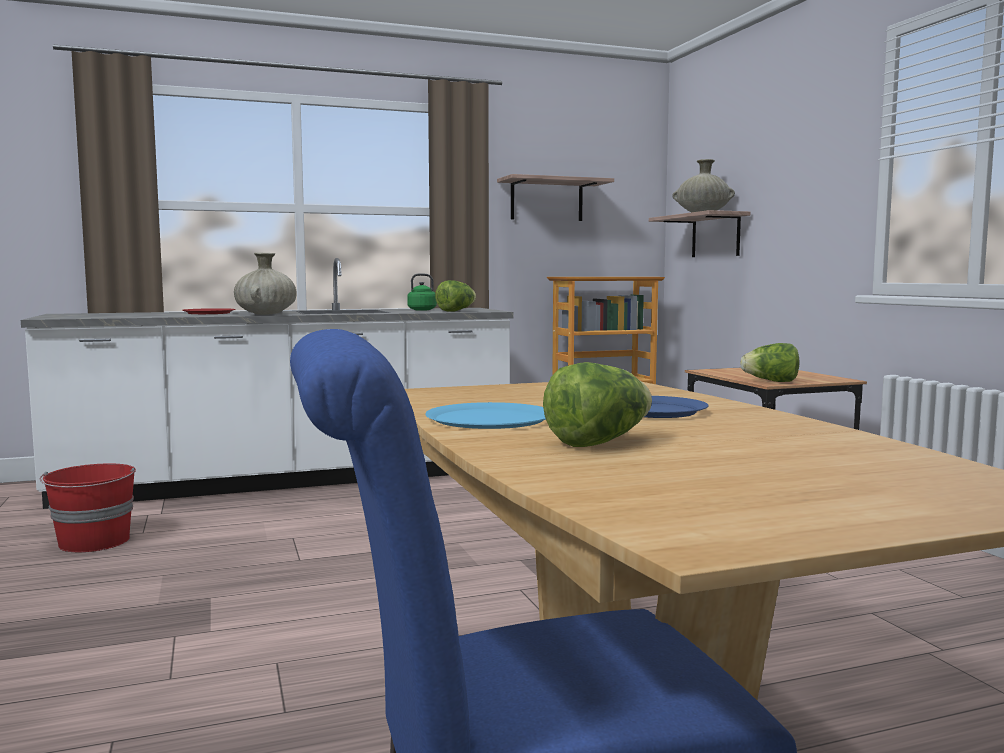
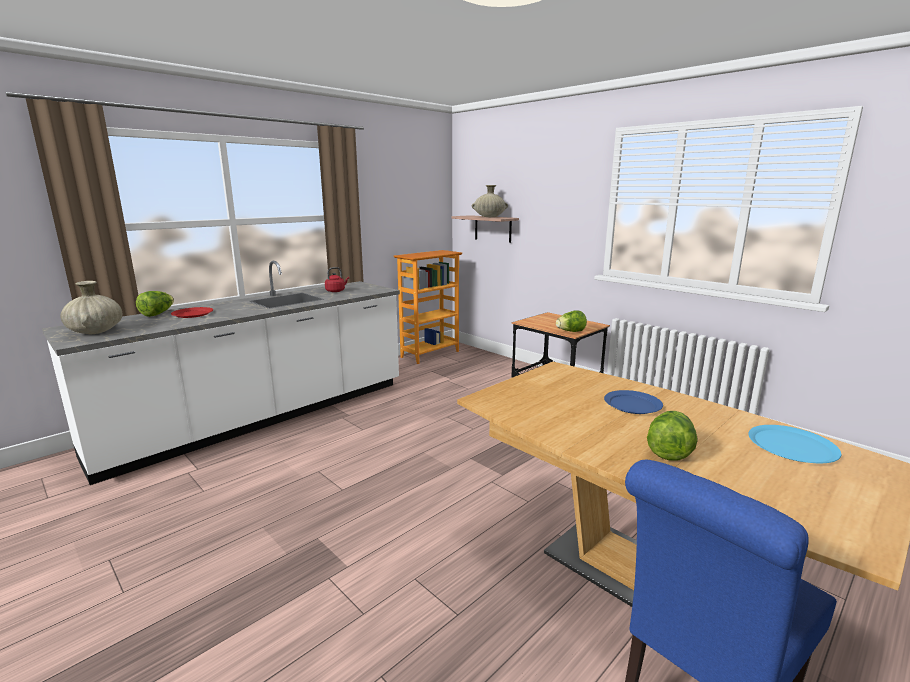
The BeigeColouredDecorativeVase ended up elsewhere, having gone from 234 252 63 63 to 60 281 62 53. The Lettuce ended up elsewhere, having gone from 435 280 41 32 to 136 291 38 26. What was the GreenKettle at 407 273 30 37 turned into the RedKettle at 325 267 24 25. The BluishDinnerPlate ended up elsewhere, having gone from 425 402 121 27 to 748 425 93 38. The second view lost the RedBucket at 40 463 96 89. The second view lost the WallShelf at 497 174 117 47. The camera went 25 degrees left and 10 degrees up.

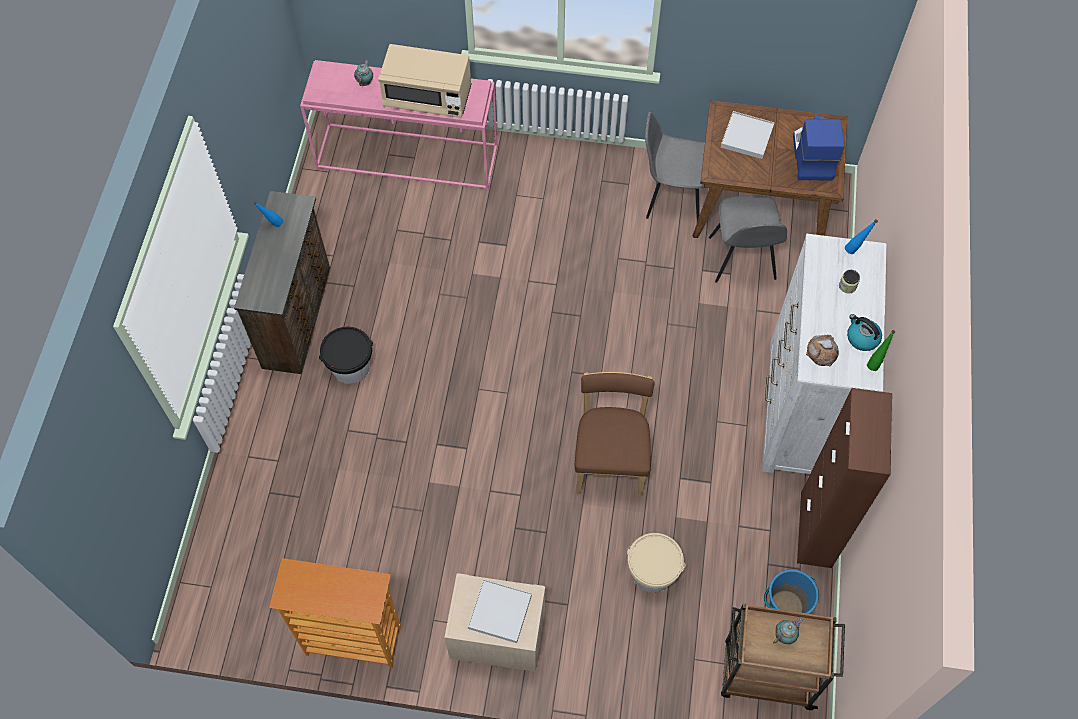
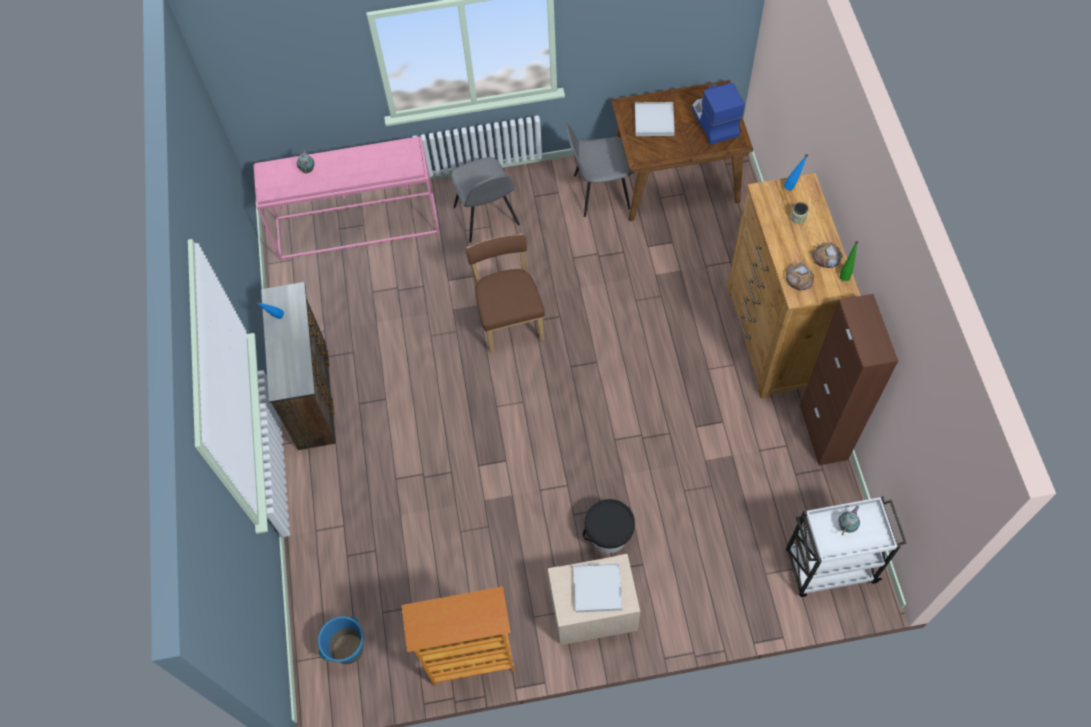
The BluishBucket ended up elsewhere, having gone from 764 569 55 45 to 318 616 46 48. The GrayChair ended up elsewhere, having gone from 709 195 78 88 to 451 157 69 86. The BrownColouredChair ended up elsewhere, having gone from 575 372 80 126 to 466 234 79 120. The BlackColouredBucket ended up elsewhere, having gone from 319 327 54 57 to 583 499 52 54. What was the WhitishChestOfDrawers at 761 234 126 240 turned into the BrownColouredChestOfDrawers at 727 173 134 226. What was the BrownColouredCart at 721 603 124 107 turned into the WhitishCart at 786 496 120 101. Where the Kettle stood at 847 314 35 37, the Bread came to stand at 812 242 31 26. The second view lost the BeigeColouredKitchenMicrowave at 378 44 94 74. The second view lost the BeigeColouredBucket at 627 533 59 60. The camera went 15 degrees left and 0 degrees up.

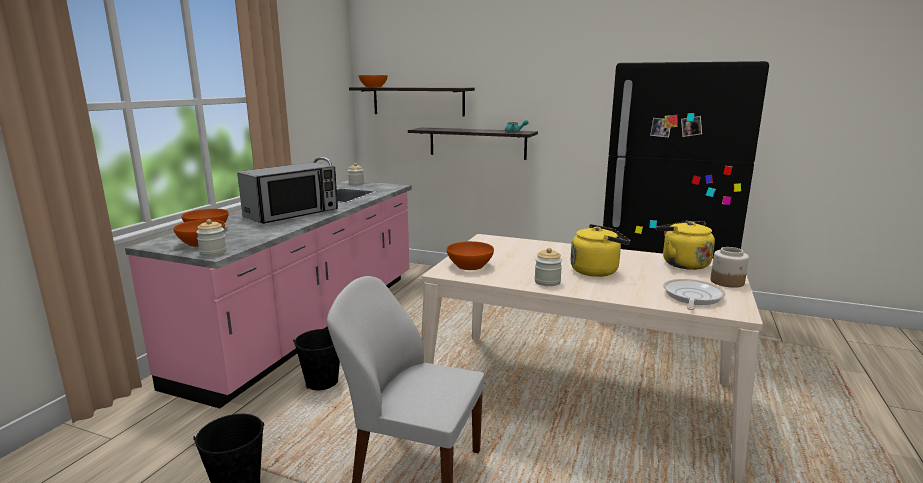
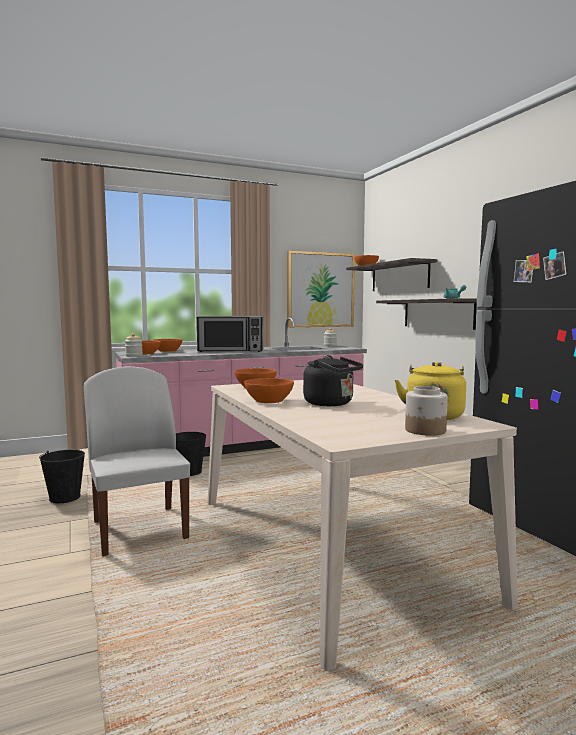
Where the PreserveJar stood at 534 248 28 38, the OrangeServingBowl came to stand at 244 378 50 25. The second view gained the WallArt at 287 251 68 76. What was the YellowKettle at 570 224 60 53 turned into the BlackColouredKettle at 303 355 60 51. The second view lost the Skillet at 663 279 62 31. The camera went 45 degrees right and 10 degrees down.

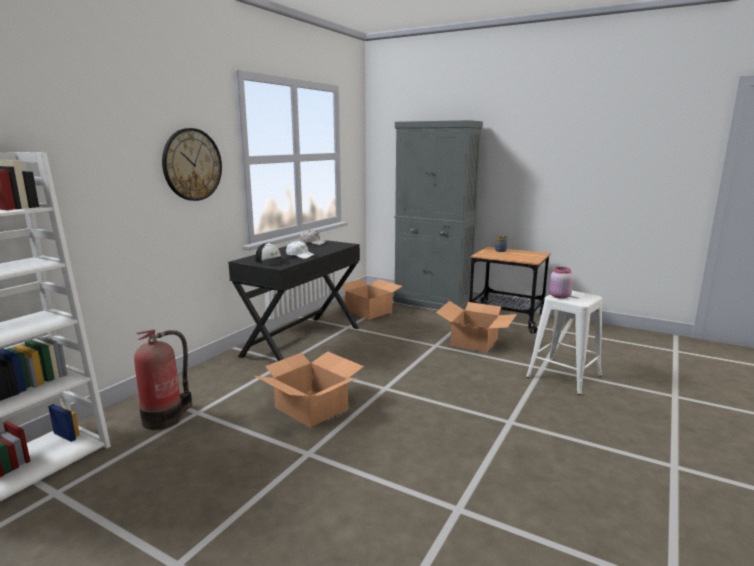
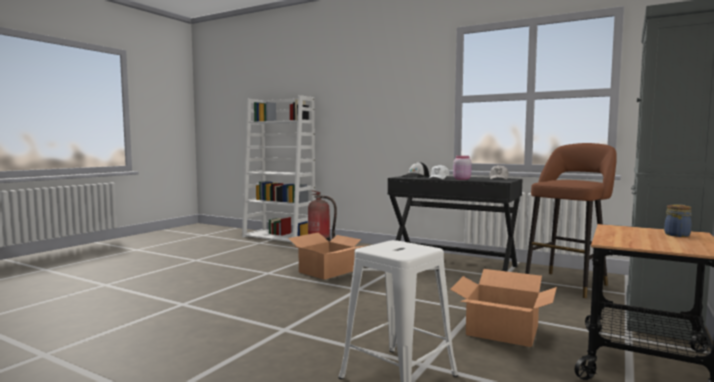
The PinkPreserveJar ended up elsewhere, having gone from 549 267 24 32 to 453 156 19 24. Where the CardboardBox stood at 340 279 63 41, the BrownColouredStool came to stand at 525 143 92 155. The second view lost the ClockOnTheWall at 162 128 60 73. The camera went 90 degrees right and 10 degrees down.

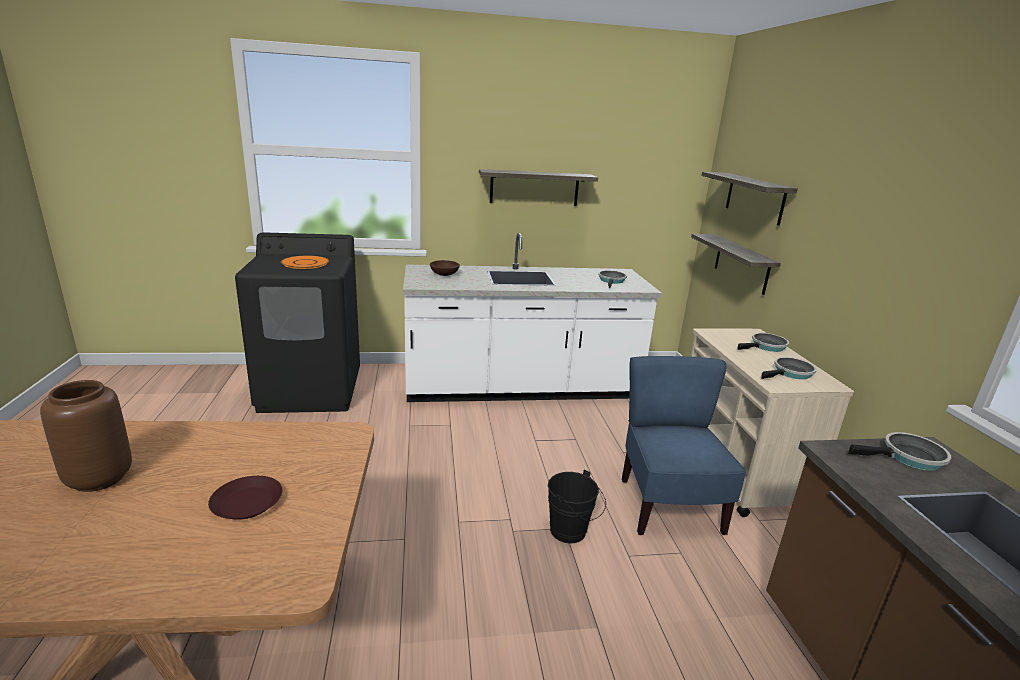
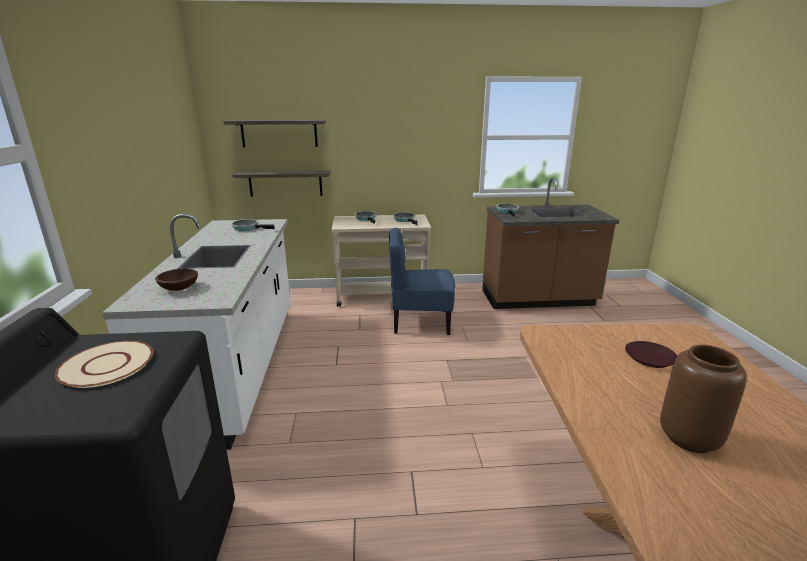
What was the OrangeDinnerPlate at 281 256 48 13 turned into the BeigeColouredDinnerPlate at 55 341 98 47. The second view lost the WallShelf at 479 169 119 37. The second view lost the BlackColouredBucket at 548 469 58 75. The camera went 85 degrees left and 0 degrees up.

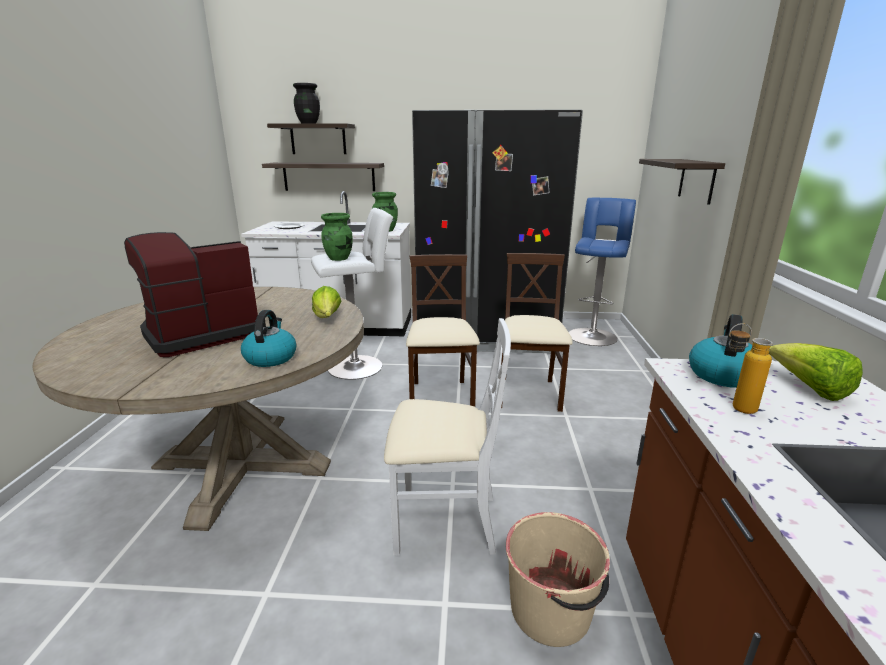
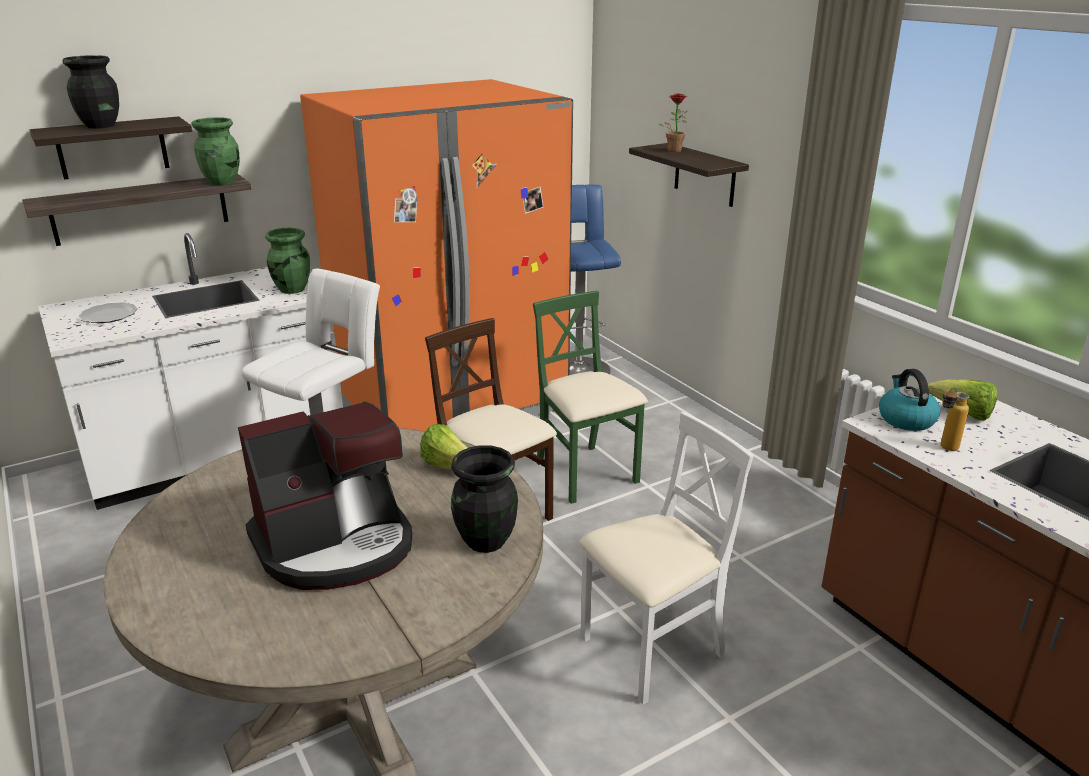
The GreenDecorativeVase ended up elsewhere, having gone from 321 213 32 48 to 191 117 48 68. The CoffeeMachine at 124 232 142 125 ended up facing another way, 135 degrees counterclockwise from before. What was the BlackColouredFridge at 412 109 171 244 turned into the OrangeFridge at 300 79 273 352. Where the Kettle stood at 241 310 55 57, the BlackColouredDecorativeVase came to stand at 451 445 67 108. What was the BeigeColouredChair at 501 253 72 159 turned into the GreenChair at 533 291 115 213. The second view gained the PottedPlant at 658 93 29 59. The second view lost the BeigeColouredBucket at 506 512 104 135. The camera went 35 degrees left and 5 degrees up.

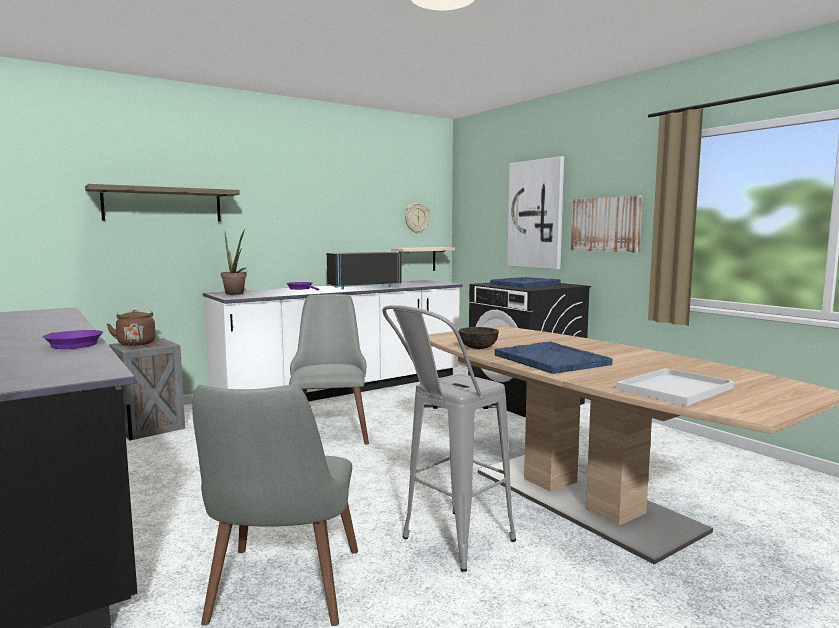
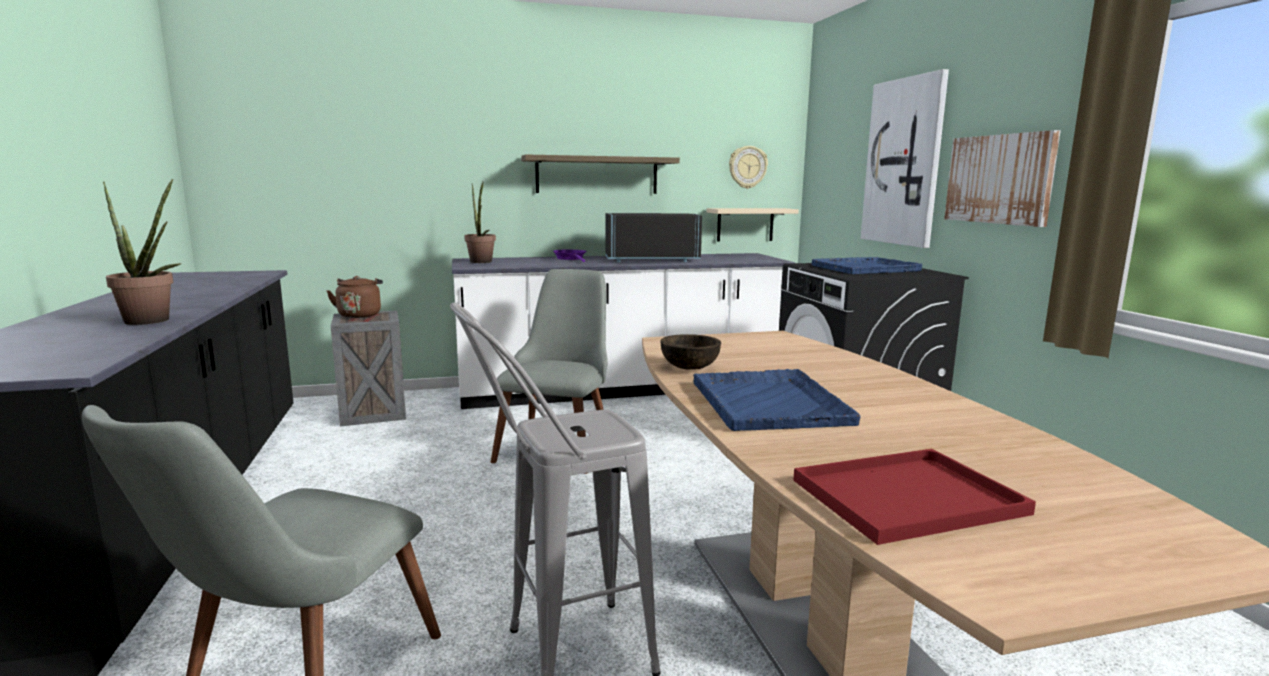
Where the PurpleSkillet stood at 43 330 60 19, the PottedPlant came to stand at 103 179 78 146. The WallShelf ended up elsewhere, having gone from 85 184 155 38 to 521 154 159 40. What was the WhitishServingTray at 616 368 118 38 turned into the RedServingTray at 793 449 243 96. The camera went 20 degrees right and 5 degrees up.

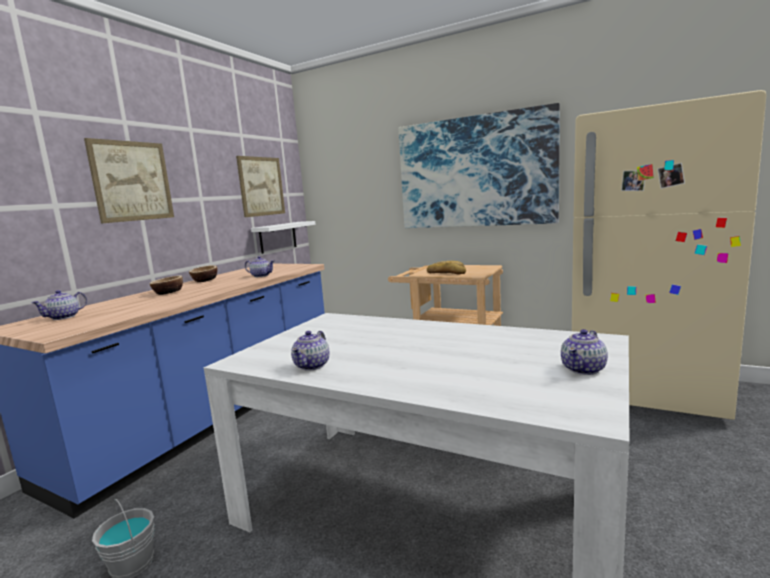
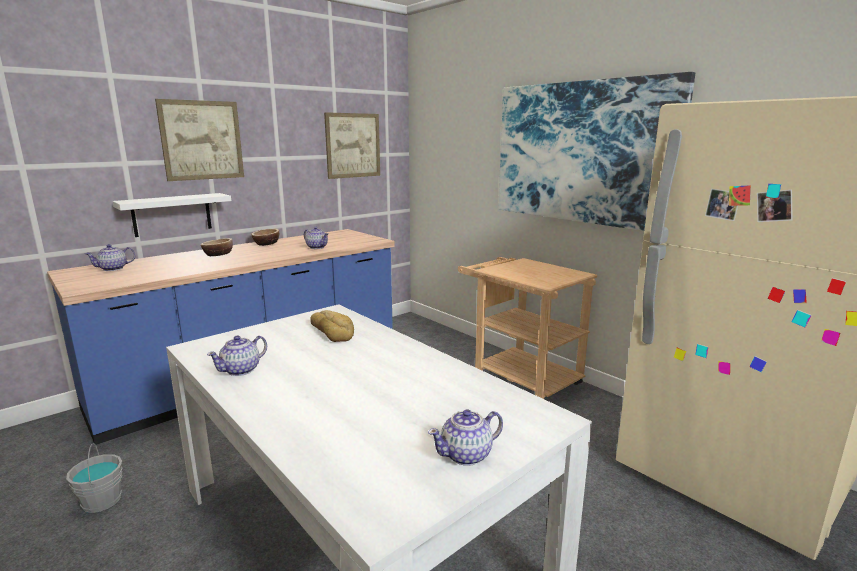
The WhitishWallShelf ended up elsewhere, having gone from 251 221 65 33 to 113 193 118 44. The Bread ended up elsewhere, having gone from 427 261 39 13 to 310 310 44 32. The camera went 20 degrees right and 5 degrees up.

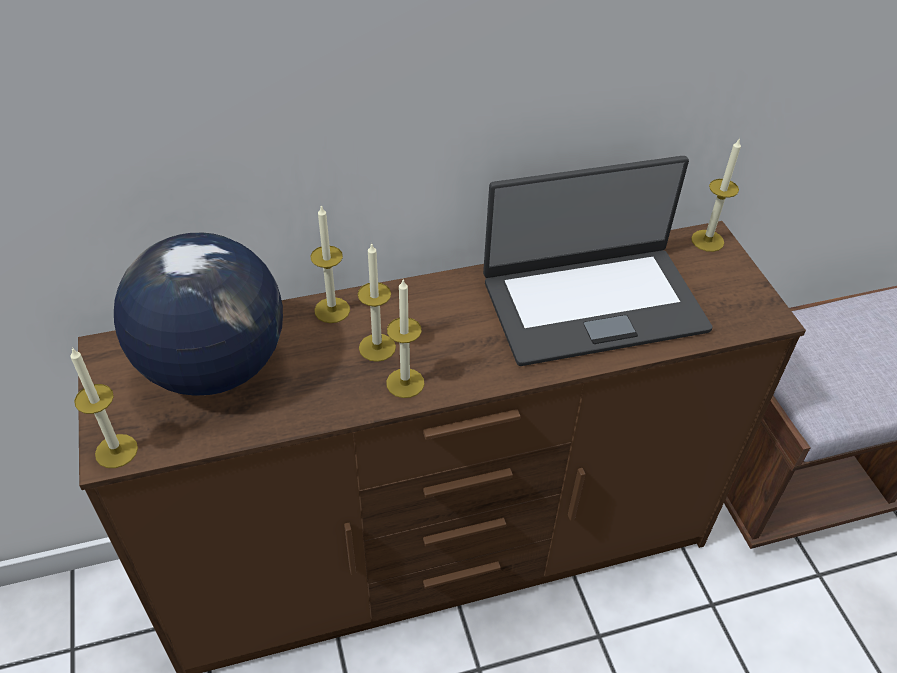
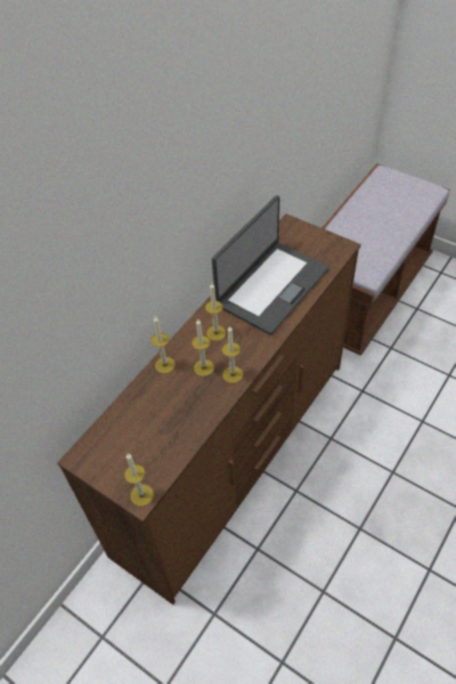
The WaxLight ended up elsewhere, having gone from 691 138 50 114 to 205 283 21 58. The second view lost the DeskGlobe at 114 233 169 163. The camera went 35 degrees left and 5 degrees up.

